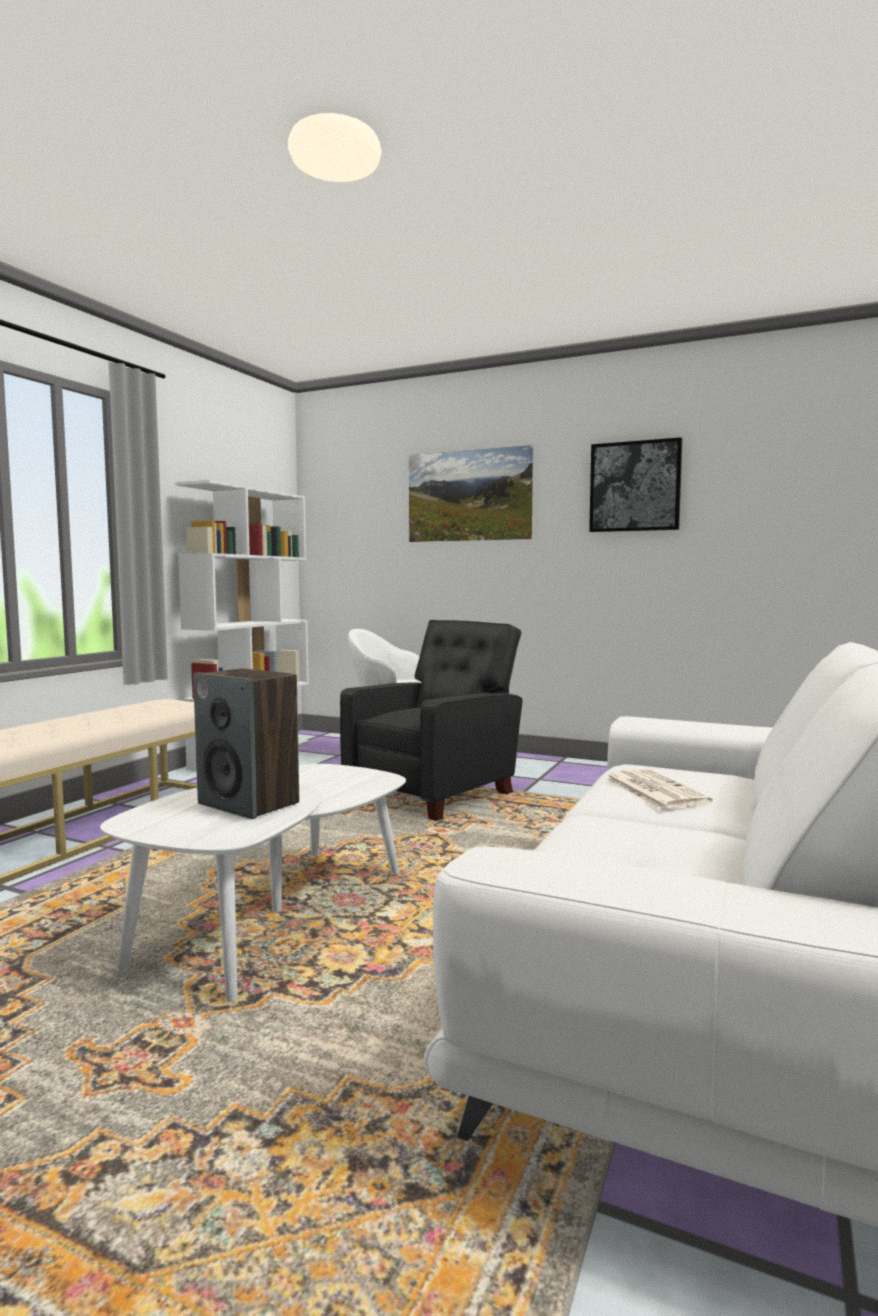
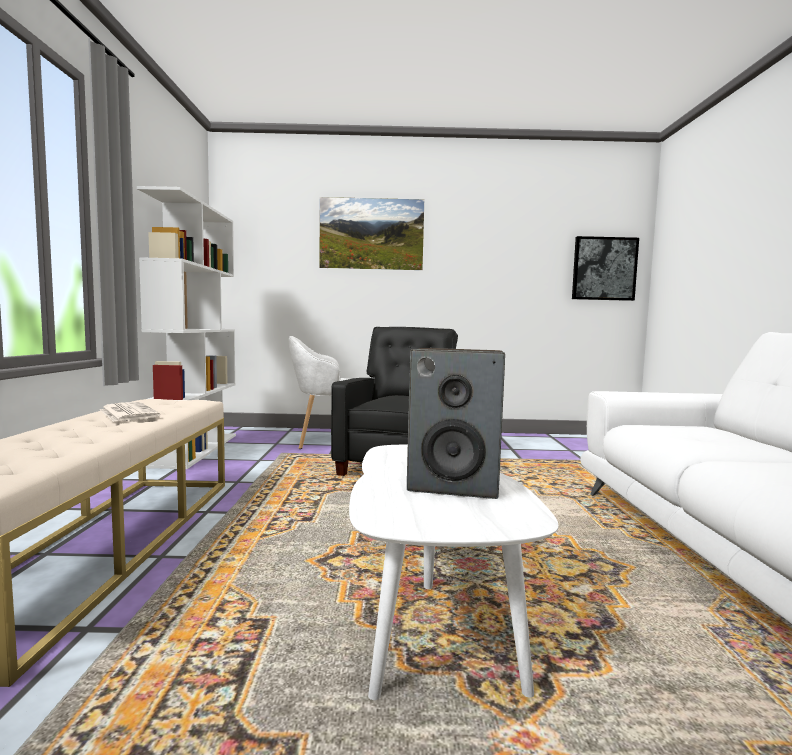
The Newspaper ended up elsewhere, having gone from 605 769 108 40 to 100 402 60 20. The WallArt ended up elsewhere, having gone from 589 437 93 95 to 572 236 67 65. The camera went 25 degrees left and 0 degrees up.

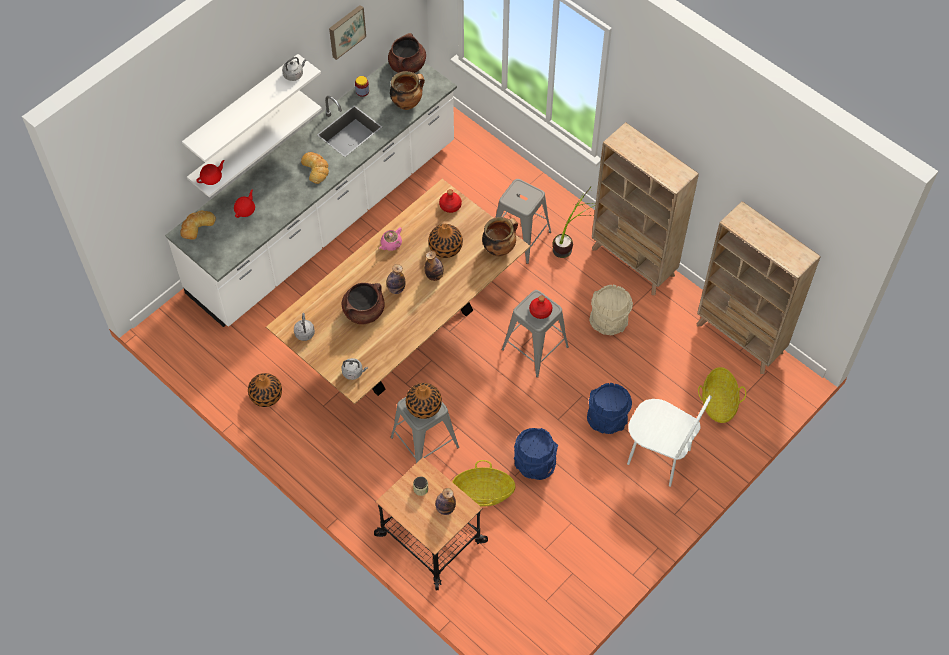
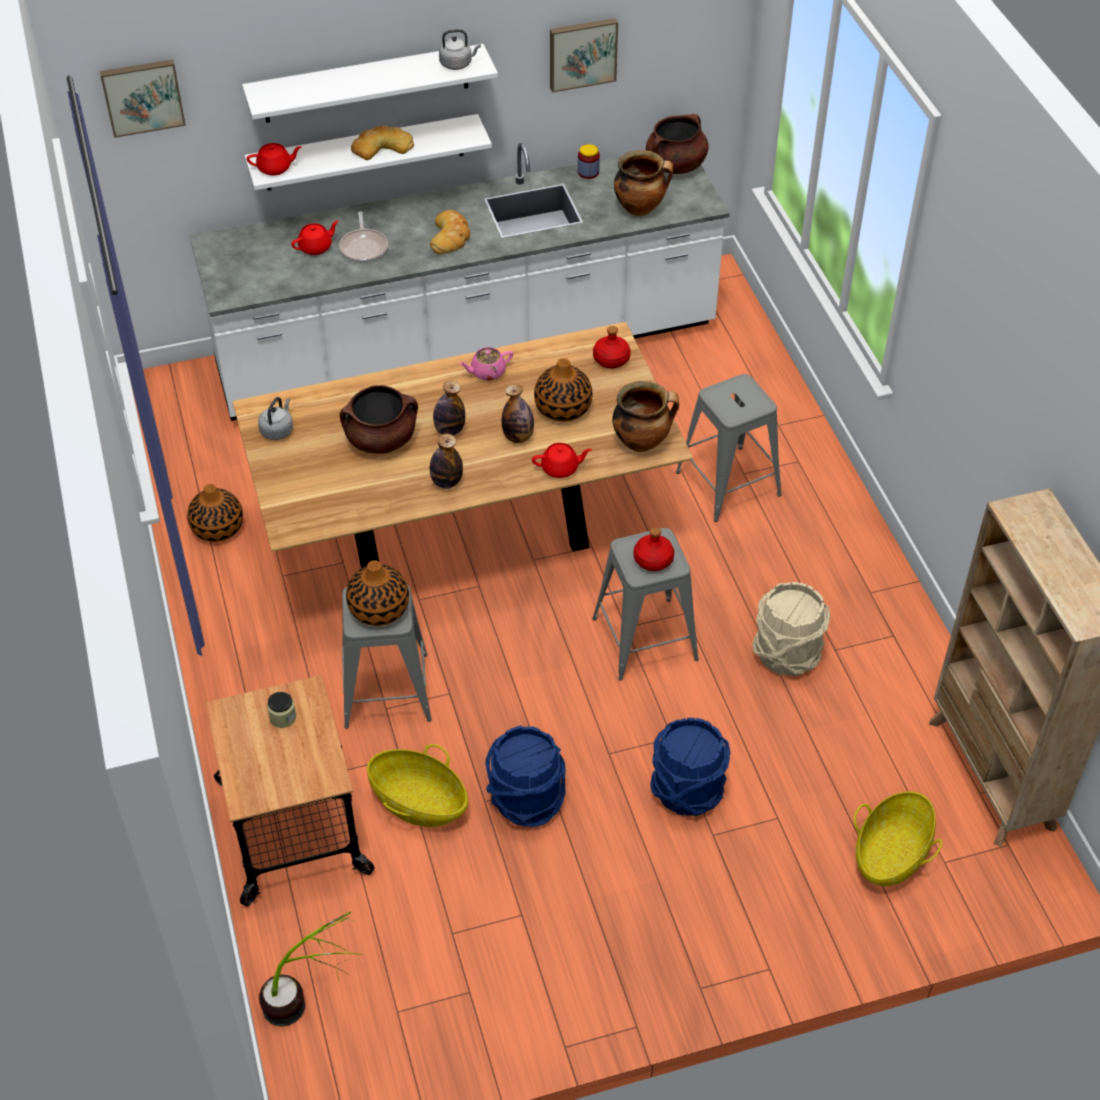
The second view gained the WallArt at 100 59 86 79. The PottedPlant ended up elsewhere, having gone from 552 186 44 72 to 259 912 104 115. The second view gained the Skillet at 339 211 49 51. The Bread ended up elsewhere, having gone from 180 211 36 29 to 351 125 63 35. The Bottle ended up elsewhere, having gone from 435 488 21 27 to 430 434 33 55. The second view gained the RedTeapot at 532 443 60 35. The second view lost the GrayKettle at 341 358 27 22. The second view lost the BeigeColouredShelvingUnit at 592 122 107 173. The second view lost the WhitishChair at 627 395 85 92. The camera went 30 degrees right and 10 degrees down.

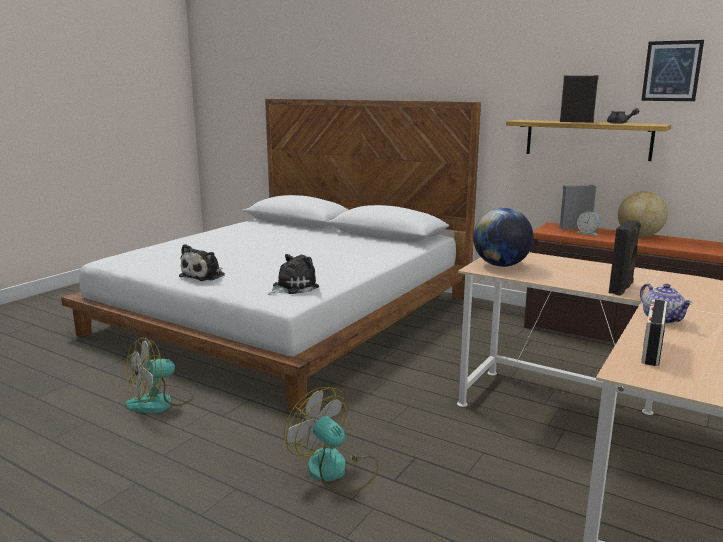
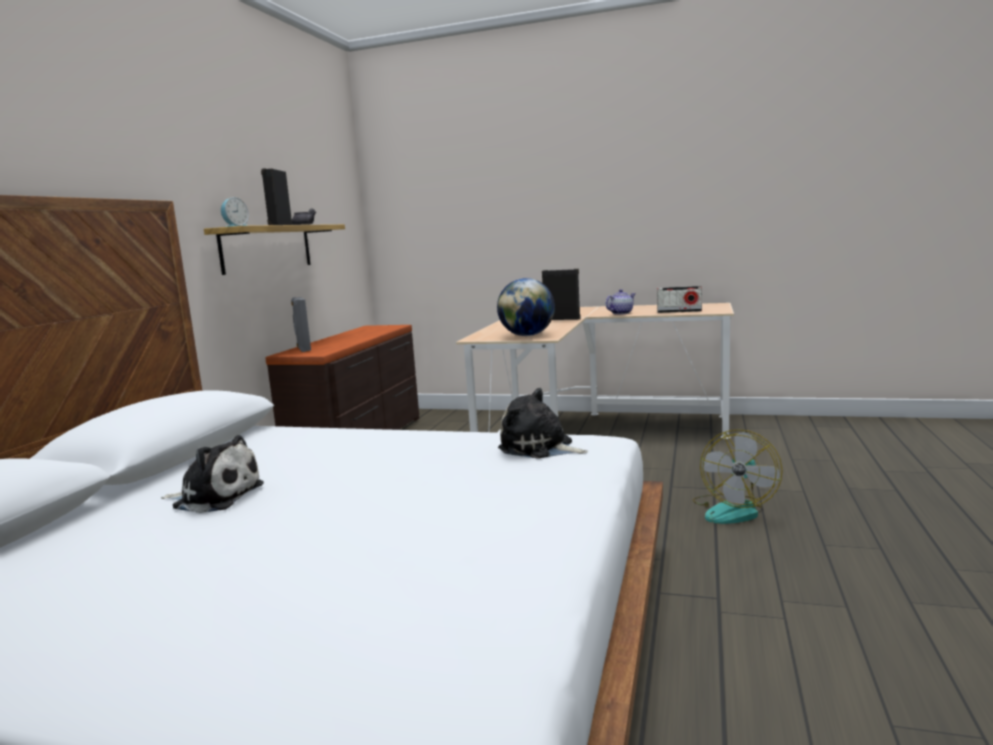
The CuddlyToy ended up elsewhere, having gone from 179 244 46 37 to 161 435 103 78. The AlarmClock ended up elsewhere, having gone from 577 212 23 24 to 221 197 28 30. The second view lost the Fan at 125 337 69 76. The second view lost the DeskGlobe at 618 191 50 46. The second view lost the WallArt at 641 40 63 61. The camera went 105 degrees left and 5 degrees down.

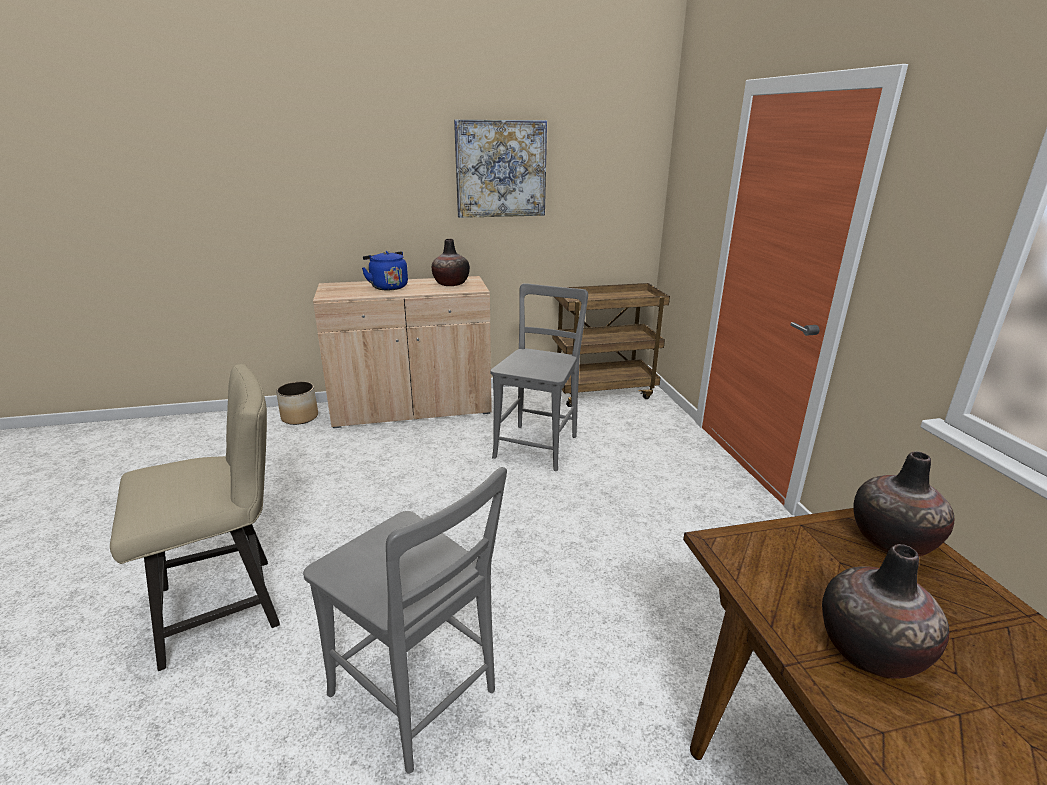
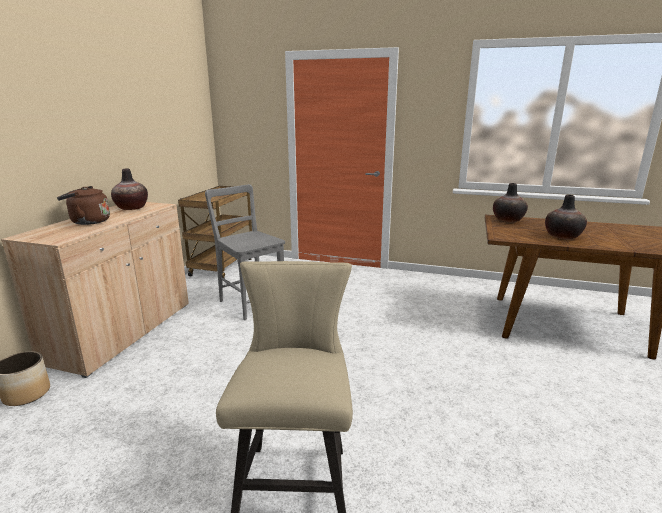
What was the BluishKettle at 362 251 46 39 turned into the BrownColouredKettle at 57 186 53 39. The second view lost the GrayChair at 303 467 204 307. The second view lost the WallArt at 454 119 93 99. The camera went 60 degrees left and 5 degrees down.

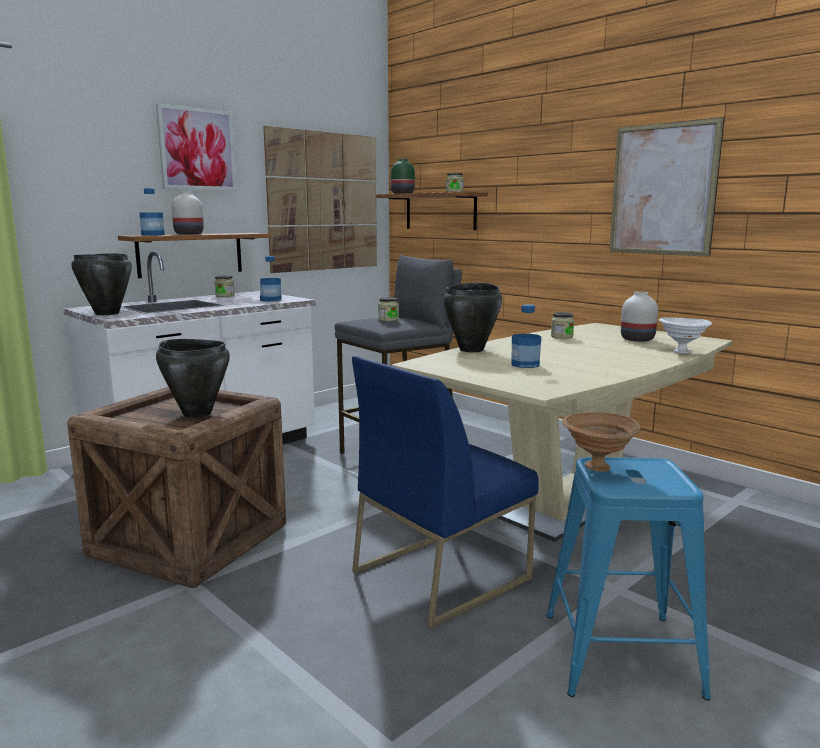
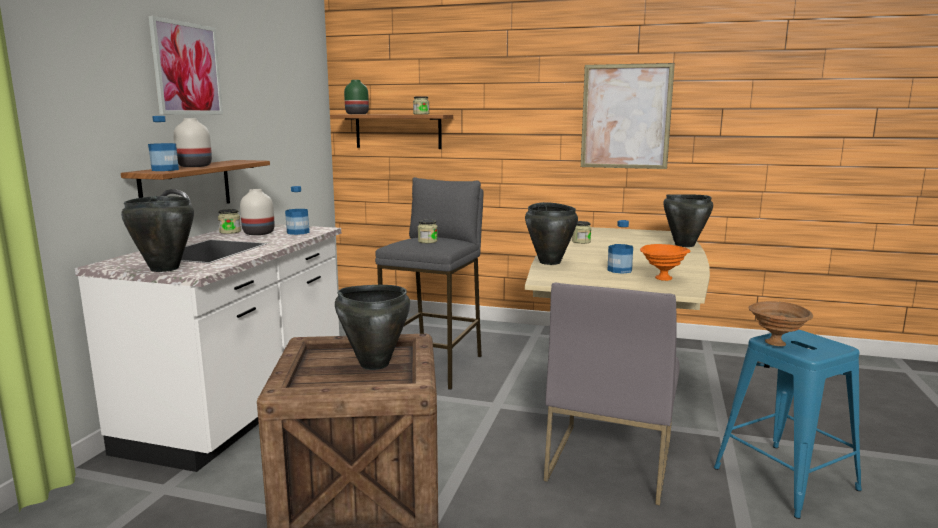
The WhitishDecorativeVase ended up elsewhere, having gone from 621 292 37 50 to 240 189 35 46. What was the BluishChair at 352 356 187 273 turned into the GrayChair at 544 283 136 222. The second view gained the OrangeServingBowl at 640 244 50 37. Where the WhitishServingBowl stood at 659 317 53 36, the BlackColouredSaucepot came to stand at 663 195 50 52. The second view lost the WallArt at 263 126 114 147. The camera went 30 degrees left and 0 degrees up.

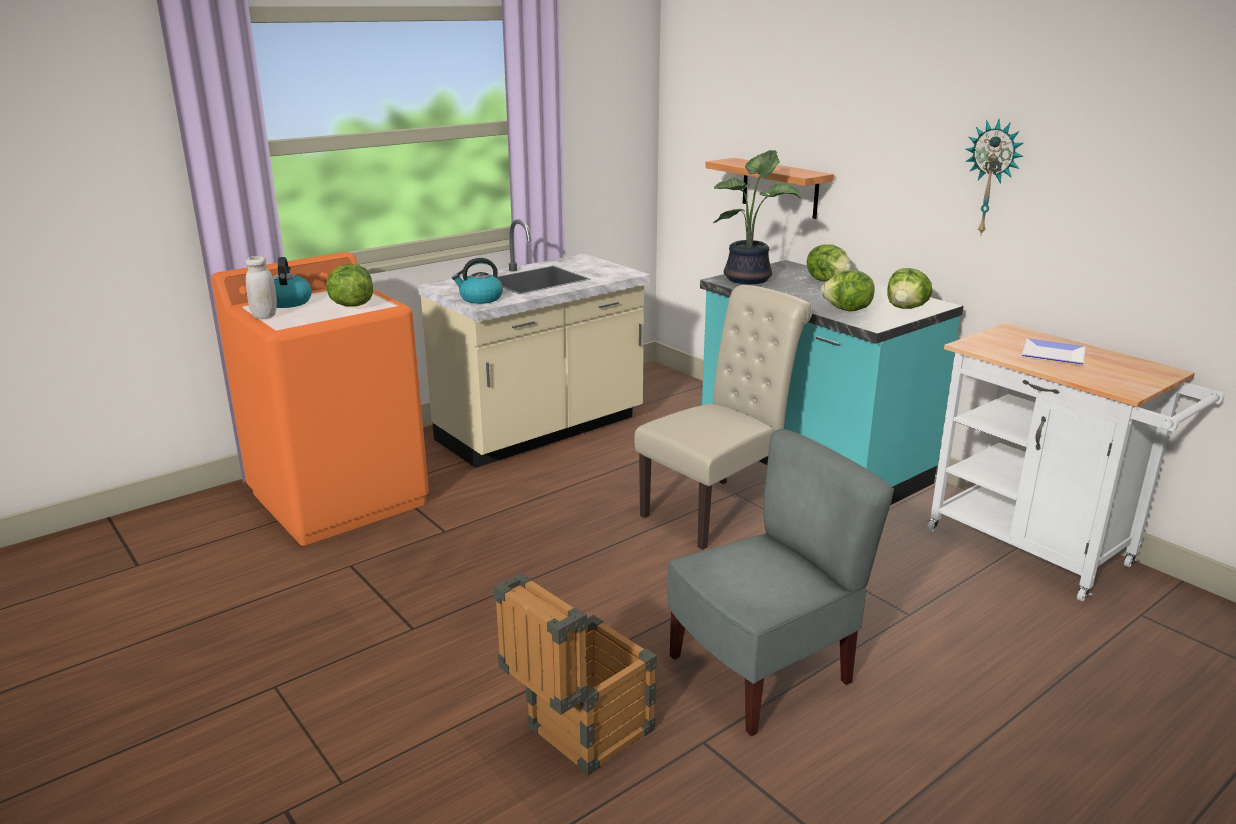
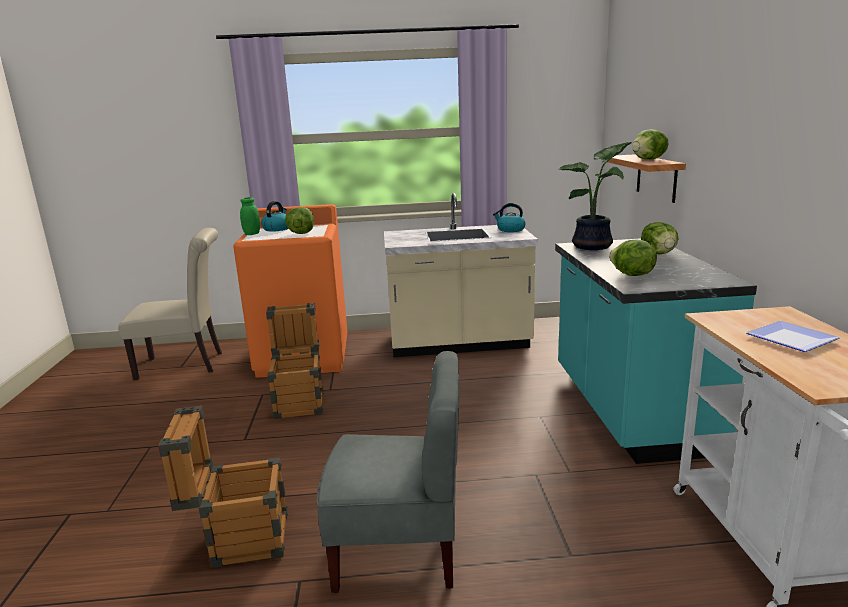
The BeigeColouredChair ended up elsewhere, having gone from 634 285 179 265 to 118 228 104 153. What was the WhitishPreserveJar at 246 256 31 63 turned into the GreenPreserveJar at 240 197 20 38. The second view gained the ShippingCrate at 266 303 58 116. The Kettle ended up elsewhere, having gone from 452 258 51 46 to 493 203 33 29. The Lettuce ended up elsewhere, having gone from 887 268 46 41 to 632 129 36 31. The second view lost the ClockOnTheWall at 965 119 59 117. The camera went 35 degrees right and 5 degrees down.

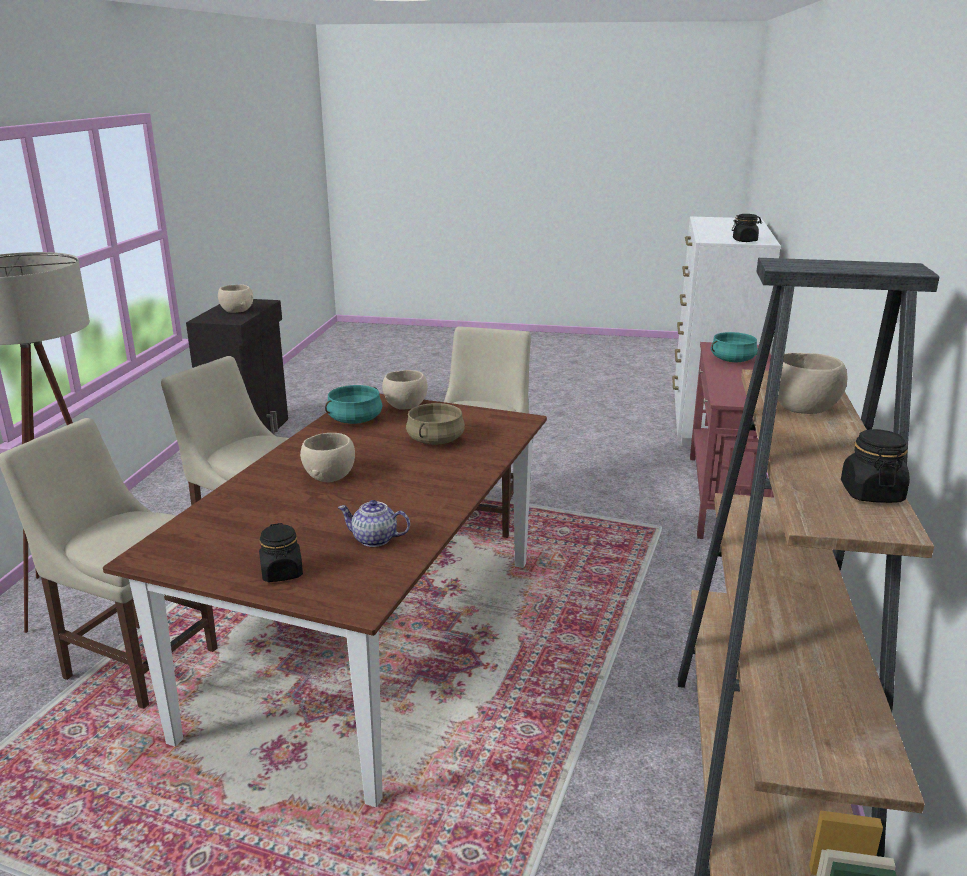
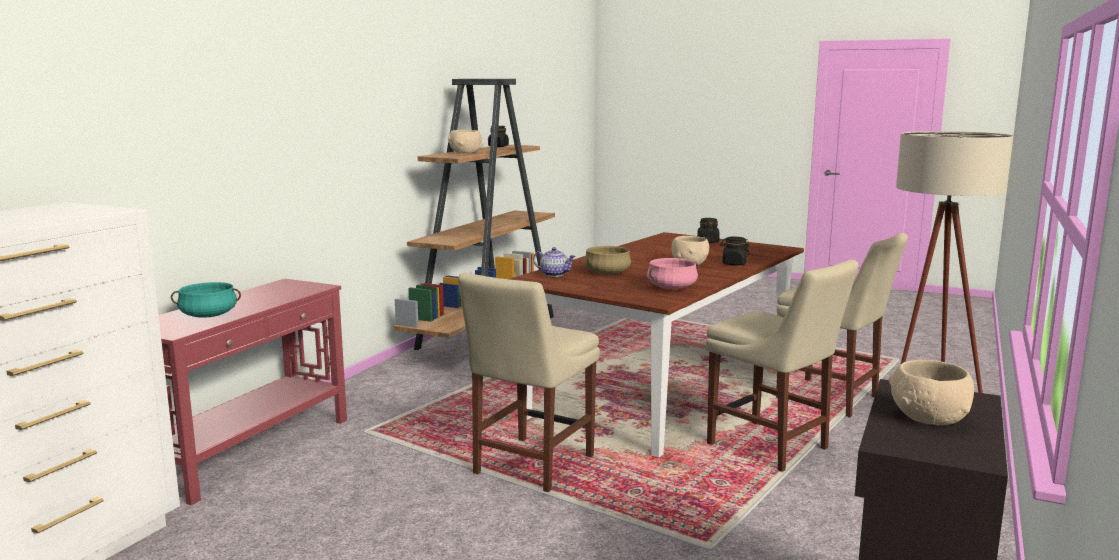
The Teapot ended up elsewhere, having gone from 338 500 72 47 to 533 247 43 30. What was the TurquoiseColouredSaucepot at 325 385 58 39 turned into the PinkSaucepot at 647 258 51 31. The BlackColouredPreserveJar ended up elsewhere, having gone from 732 214 30 28 to 720 236 30 29. The second view lost the BeigeColouredServingBowl at 382 370 46 40. The camera went 165 degrees left and 10 degrees down.

